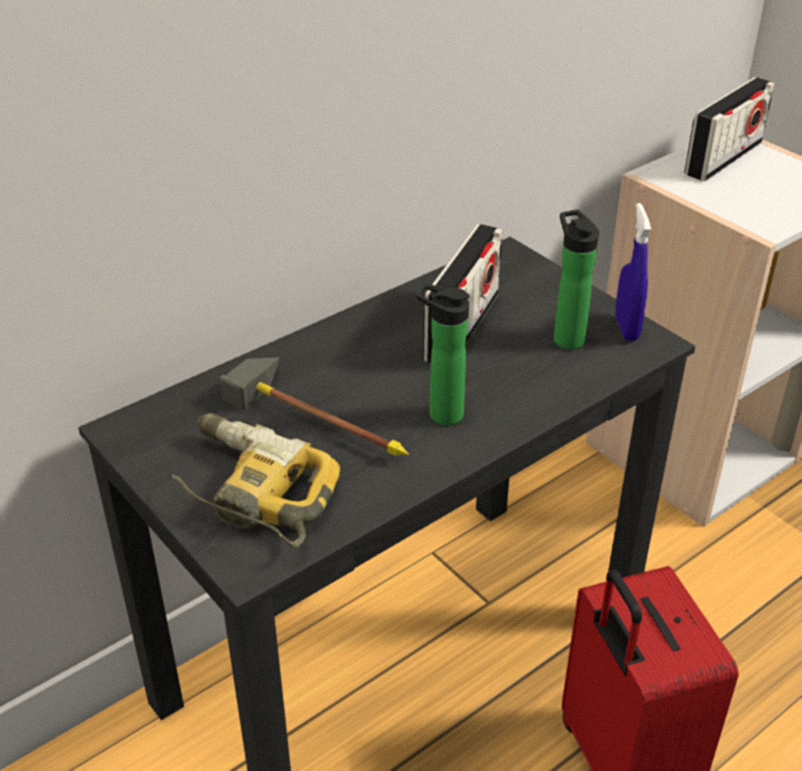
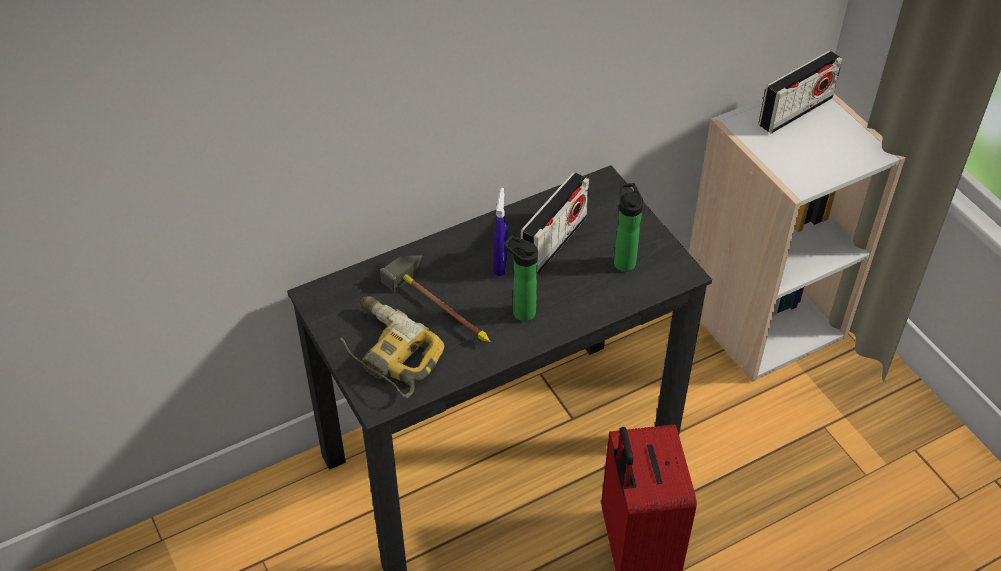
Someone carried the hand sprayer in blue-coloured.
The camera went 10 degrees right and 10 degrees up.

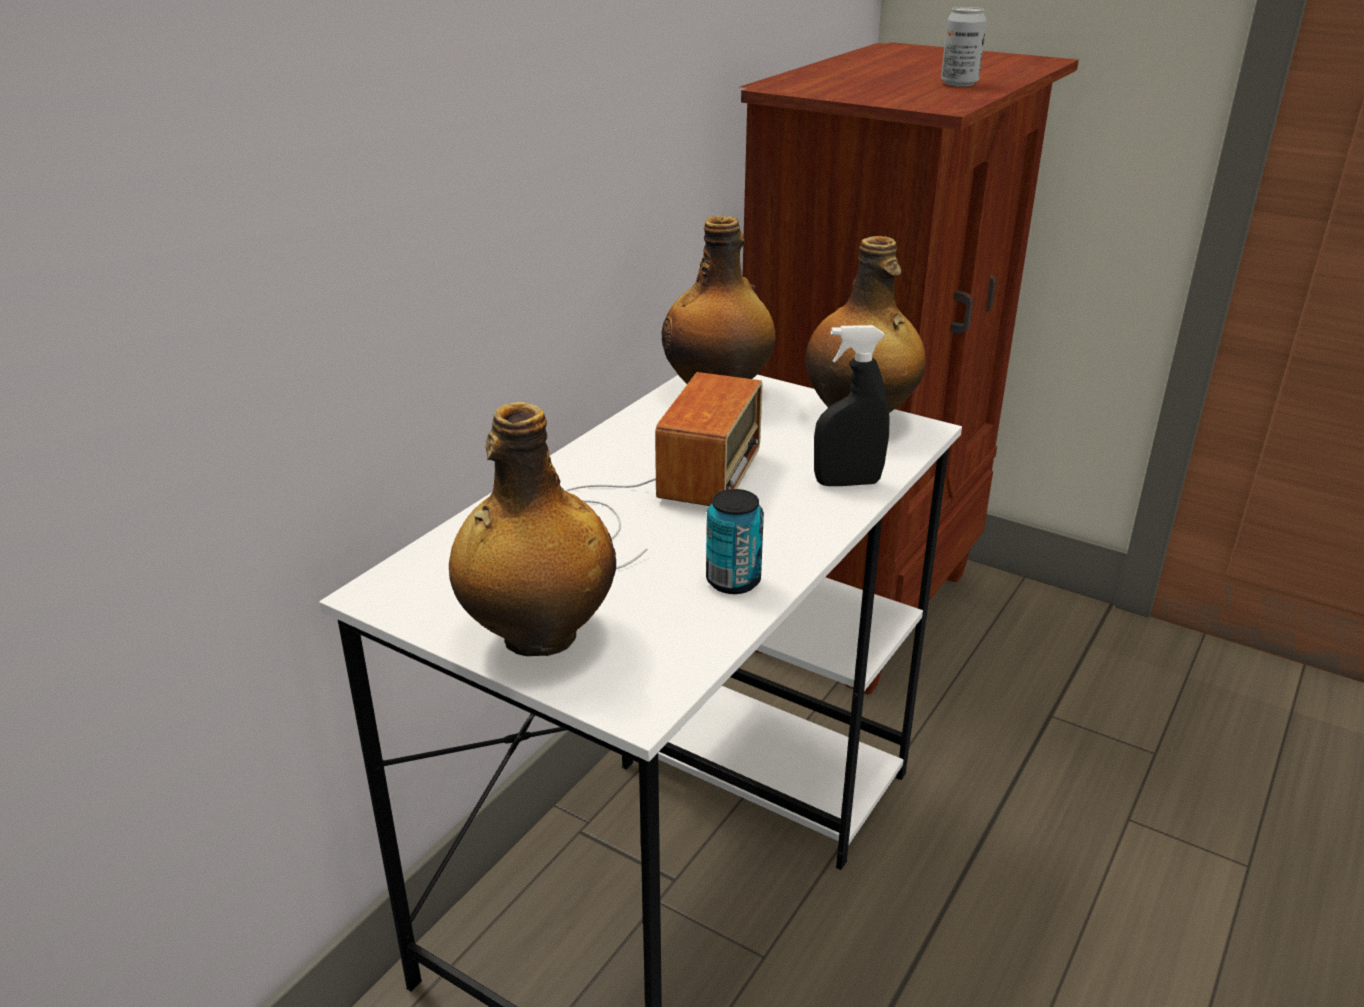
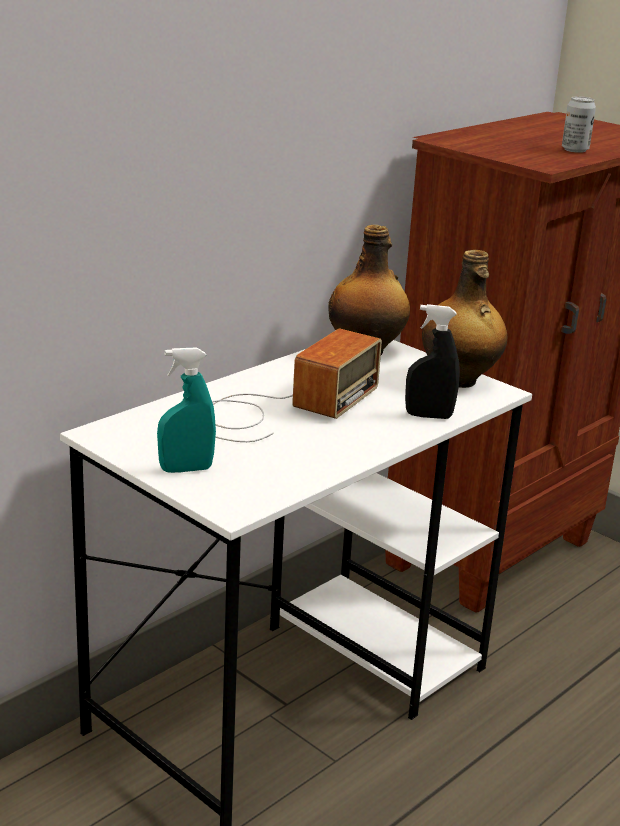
Someone swapped the beverage bottle (no. 1 from left) for the hand sprayer in blue-green.
Someone took away the sealed can (no. 1 from left).
The camera went 10 degrees right and 5 degrees down.

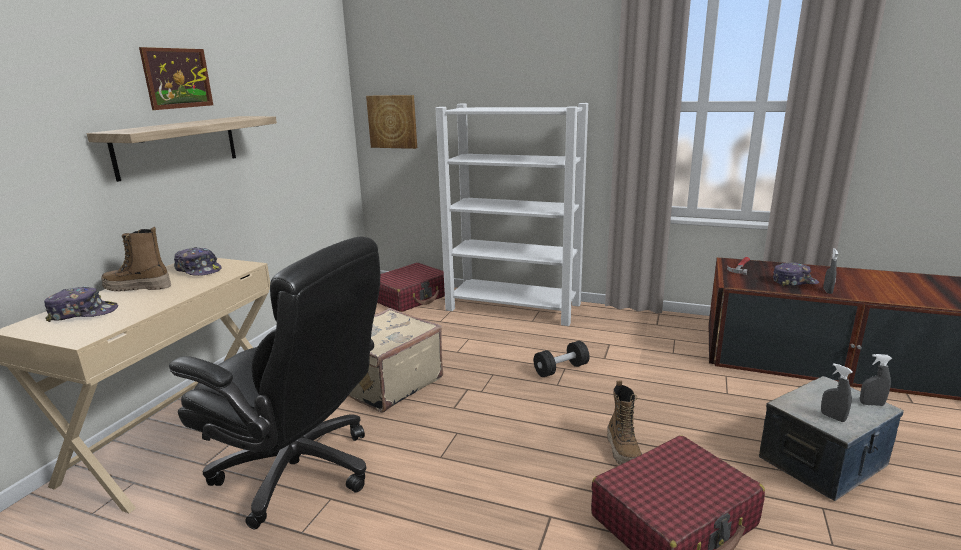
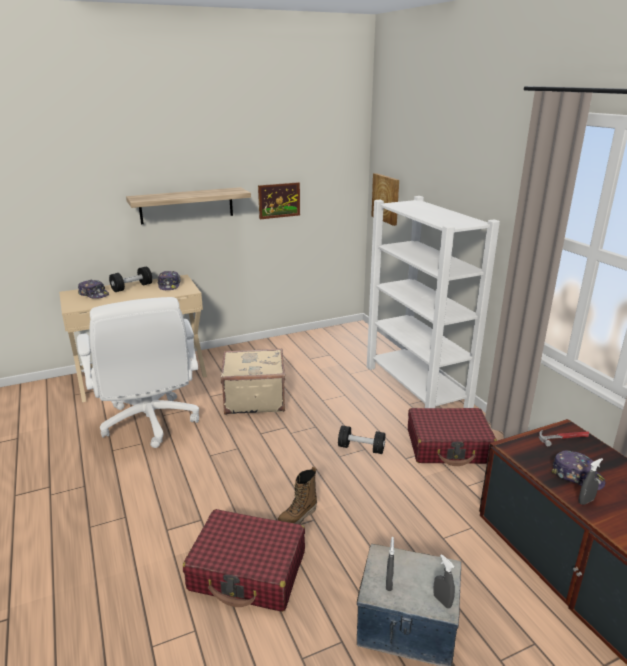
Someone carried the picture (no. 1 from left).
Someone swapped the tall boot (no. 1 from left) for the dumbbell in black-coloured (no. 1 from left).
Someone repainted the desk chair in black-coloured, which became the desk chair in white-coloured.
Someone carried the piece of luggage in reddish (no. 1 from left in the first image).
The camera went 45 degrees right and 5 degrees up.

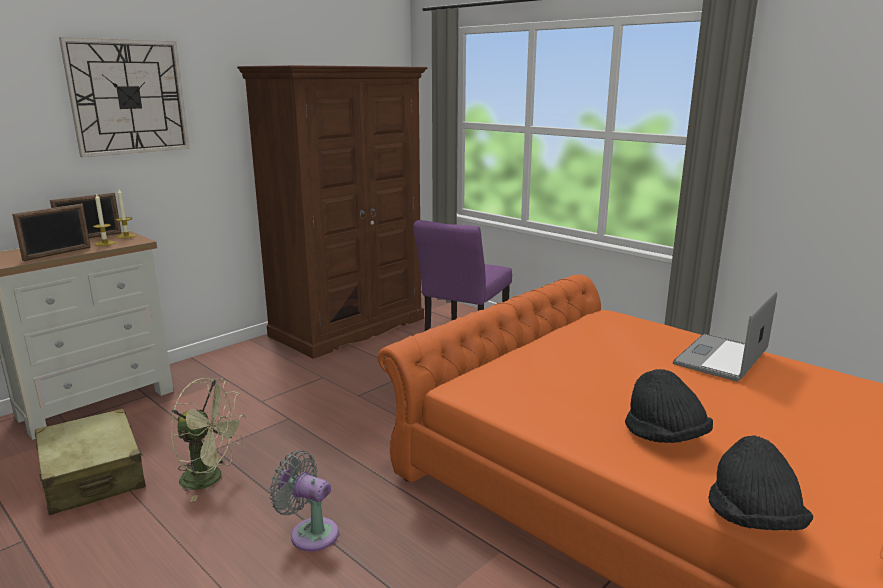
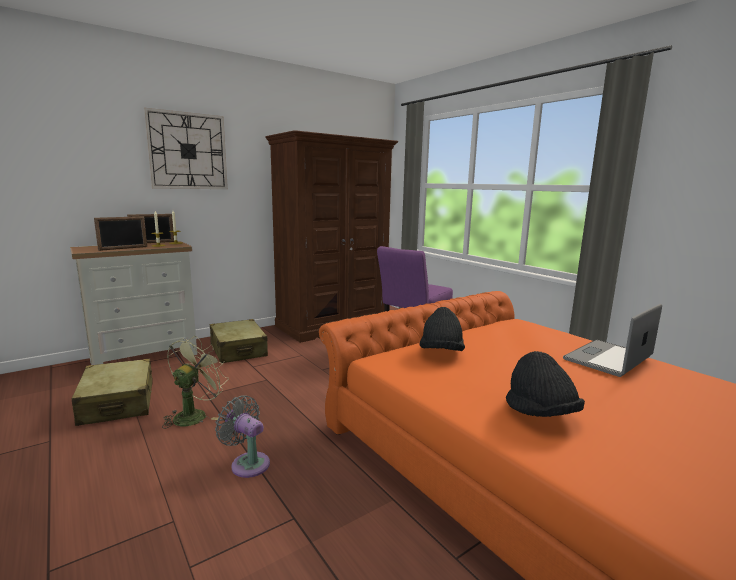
Someone rotated the fan in green-coloured by 90 degrees counterclockwise.
Someone carried the hat in black-coloured (no. 2 from left in the first image).
Someone put down the piece of luggage in beige (no. 2 from left).
The camera went 10 degrees right and 5 degrees down.

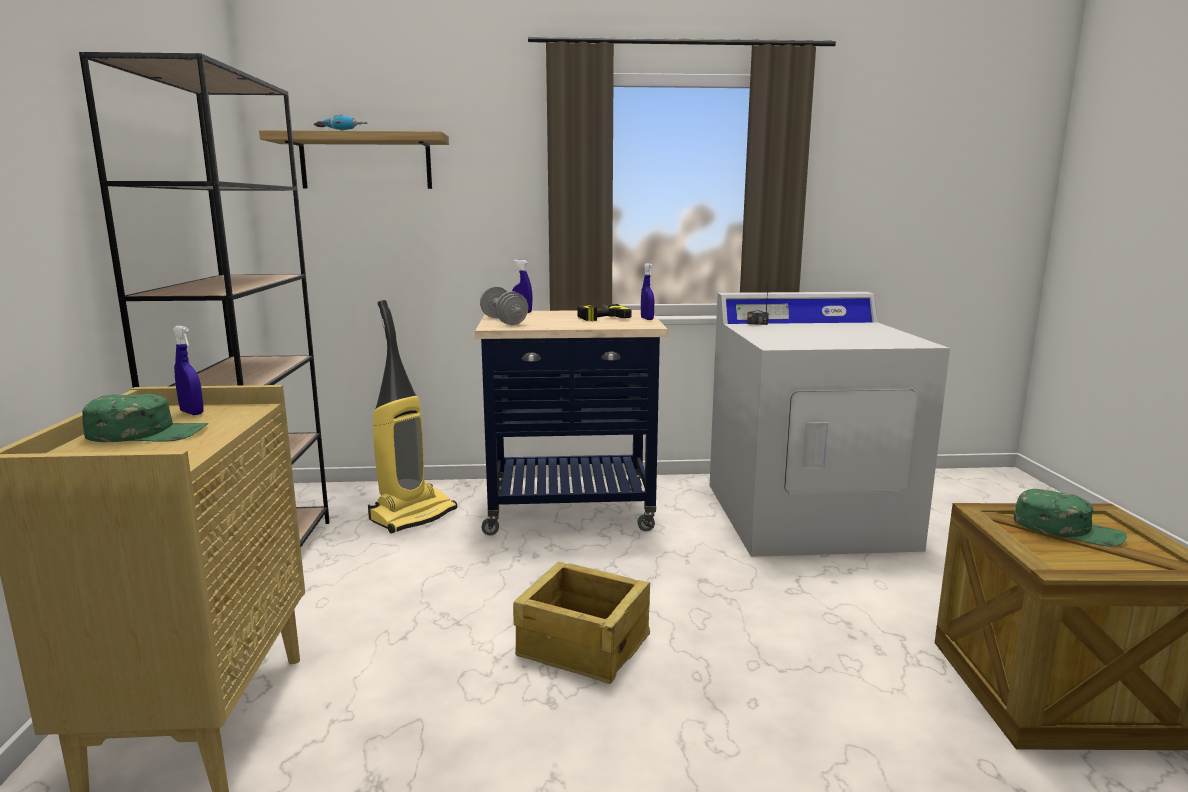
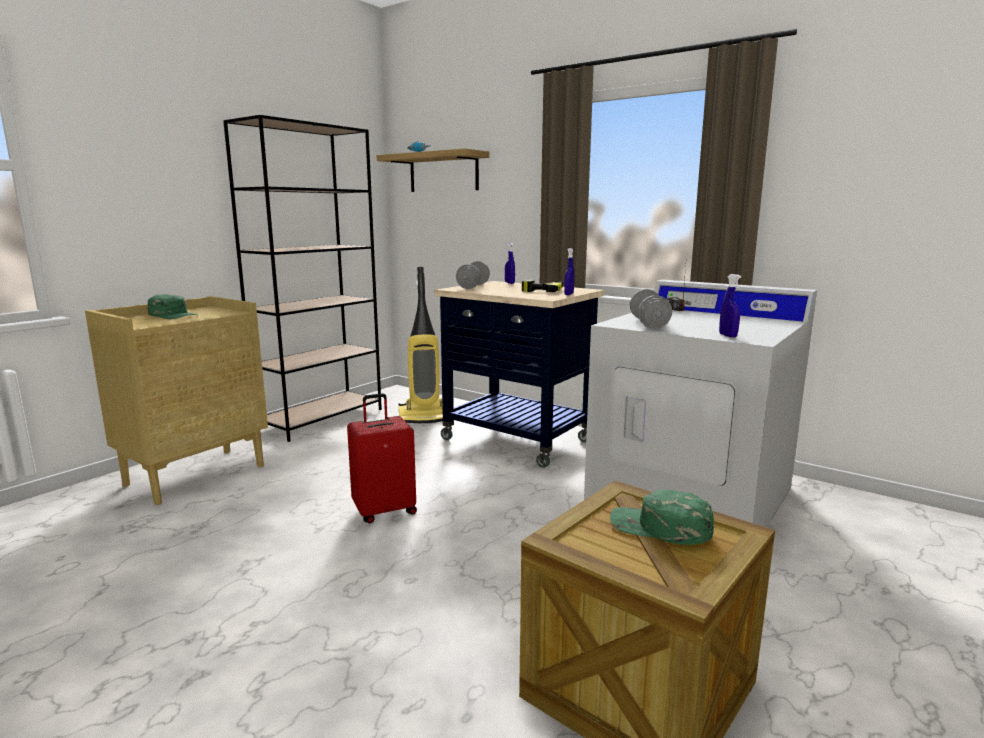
Someone carried the hand sprayer in blue-coloured (no. 1 from left in the first image).
Someone rotated the cap in green-coloured (no. 2 from left) by 135 degrees clockwise.
Someone swapped the packing crate (no. 1 from left) for the piece of luggage in reddish.
Someone put down the dumbbell in gray (no. 2 from left).
The camera went 40 degrees right and 0 degrees up.

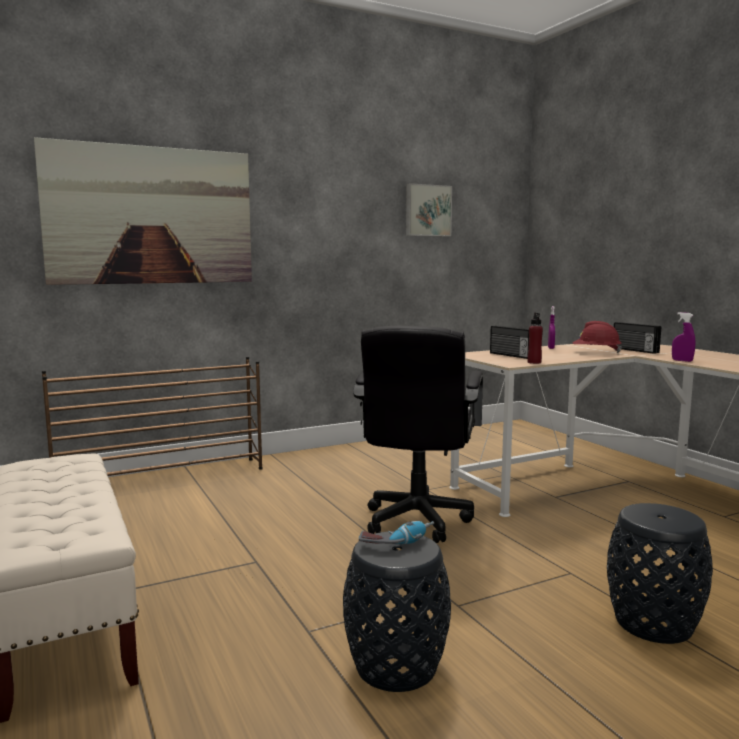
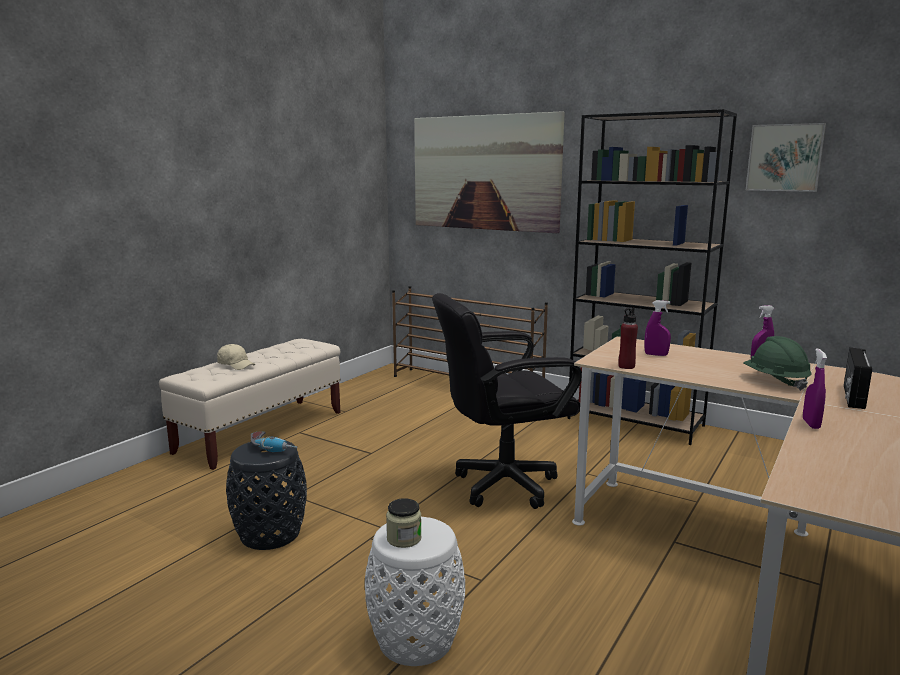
Someone repainted the hard hat in reddish, which became the hard hat in green-coloured.
Someone swapped the radio (no. 1 from left) for the hand sprayer in purplish (no. 1 from left).
Someone repainted the stool seat in black-coloured (no. 2 from left), which became the stool seat in white-coloured.
Someone put down the bookcase in beige.
Someone put down the cap in beige.
Someone put down the jar.
The camera went 60 degrees right and 5 degrees up.

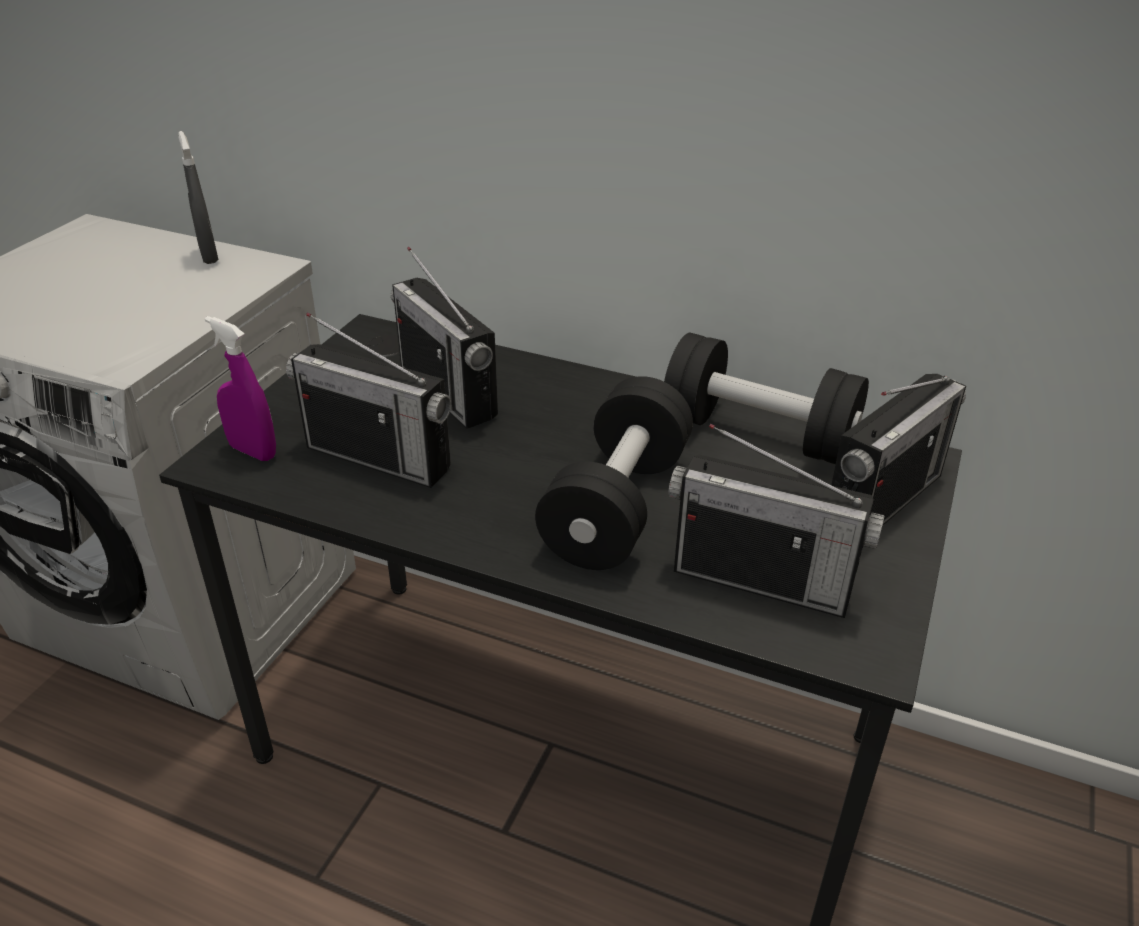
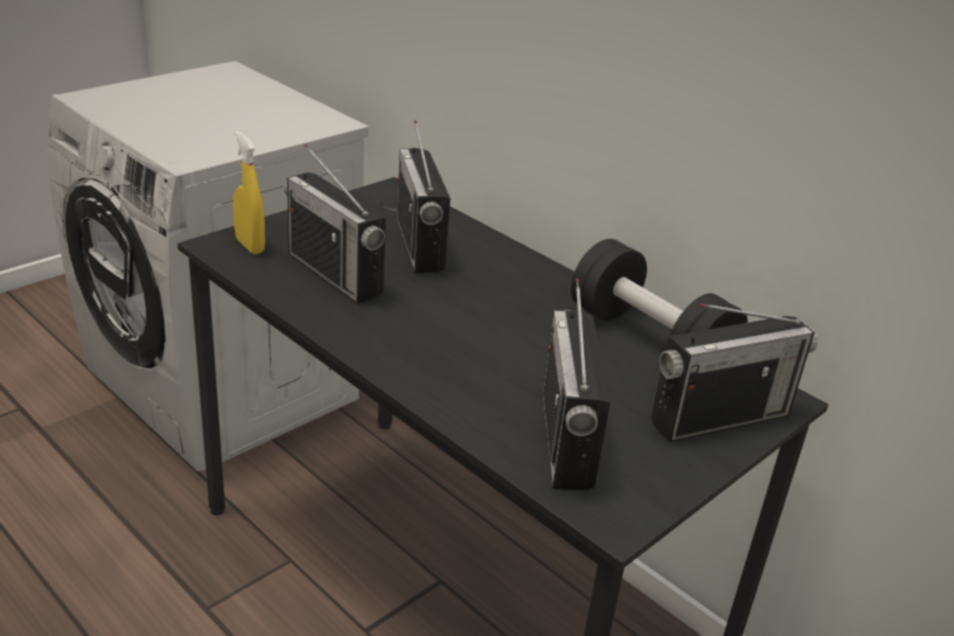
Someone took away the hand sprayer in gray.
Someone repainted the hand sprayer in purplish, which became the hand sprayer in yellow.
Someone took away the dumbbell in black-coloured (no. 1 from left).
Someone rotated the radio (no. 3 from left) by 45 degrees clockwise.
The camera went 20 degrees right and 5 degrees down.

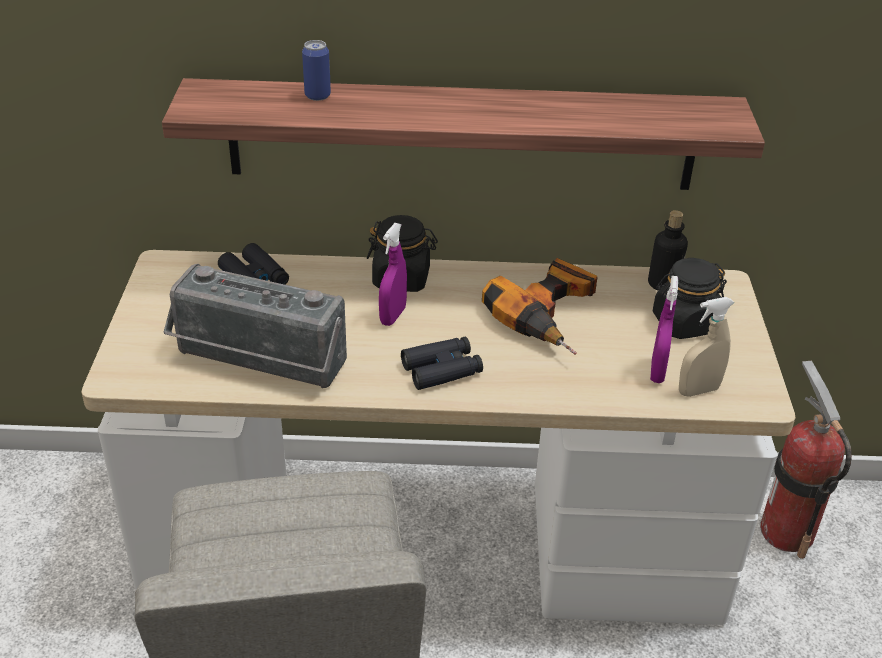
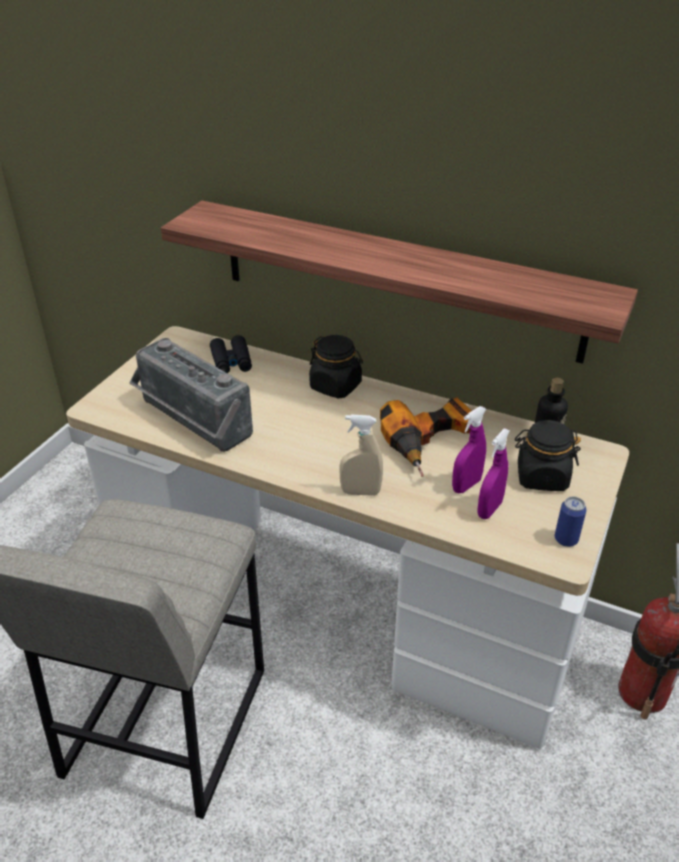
Someone carried the sealed can.
Someone carried the hand sprayer in purplish (no. 1 from left).
Someone carried the hand sprayer in beige.
Someone took away the pair of binoculars in black-coloured (no. 2 from left).
The camera went 25 degrees right and 0 degrees up.

